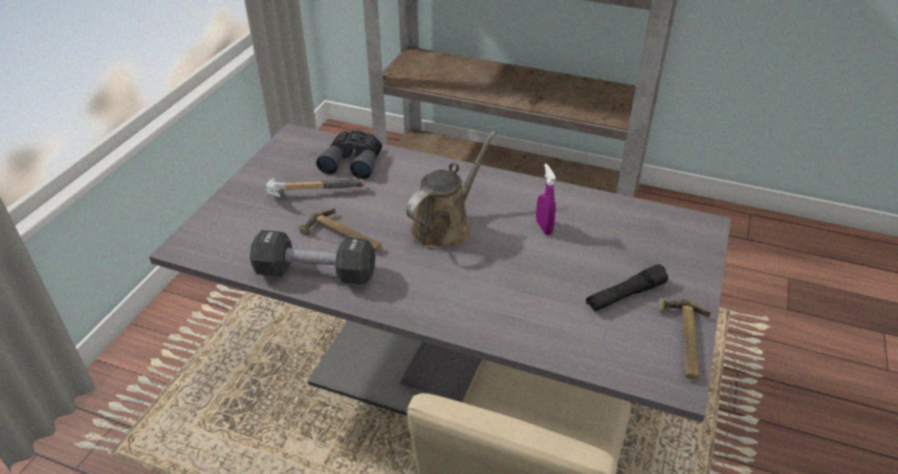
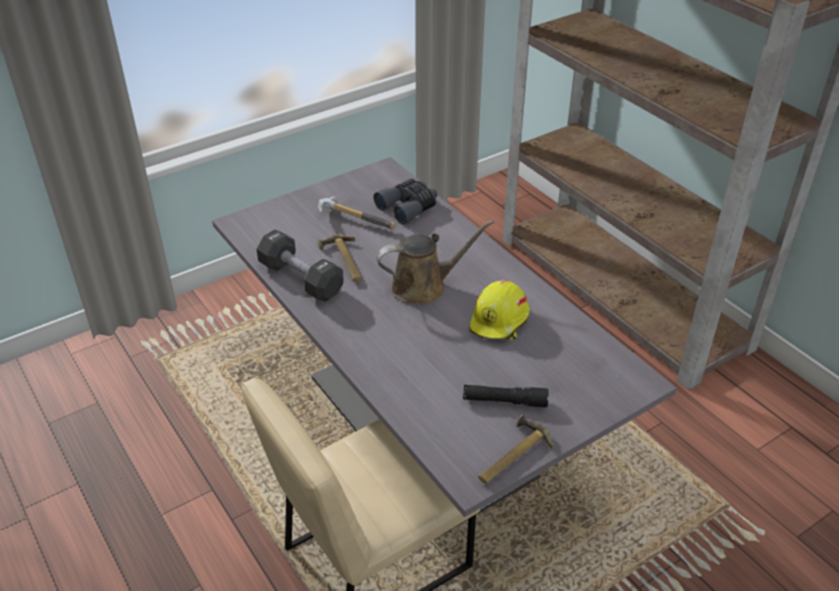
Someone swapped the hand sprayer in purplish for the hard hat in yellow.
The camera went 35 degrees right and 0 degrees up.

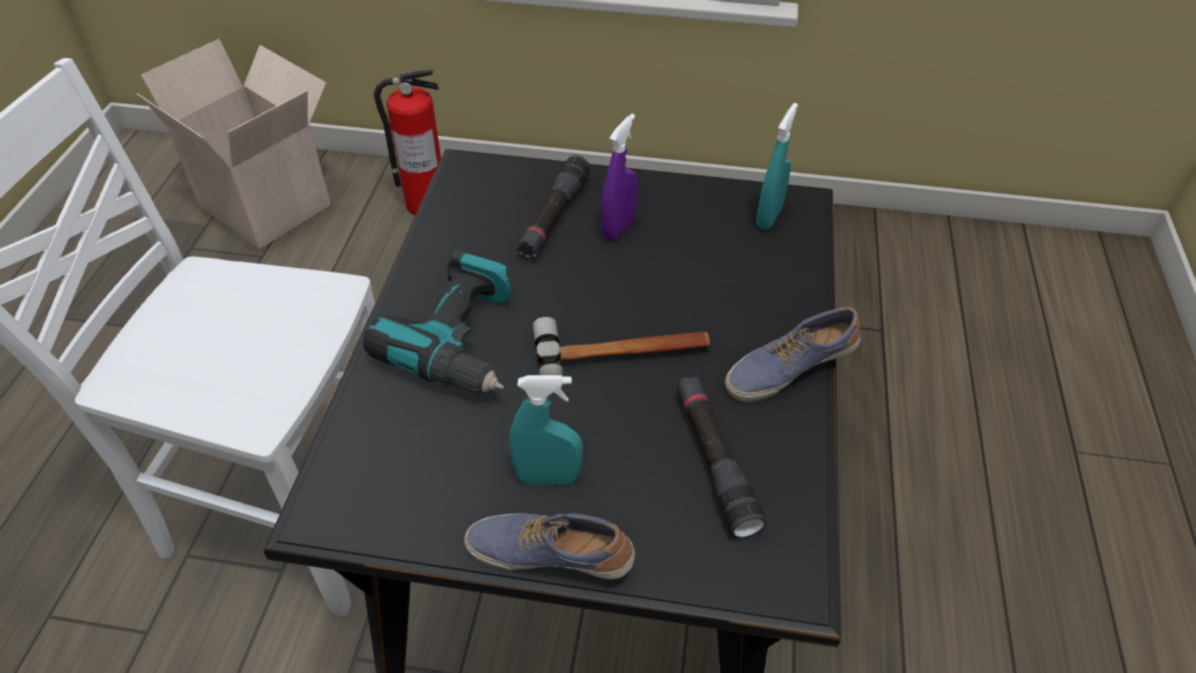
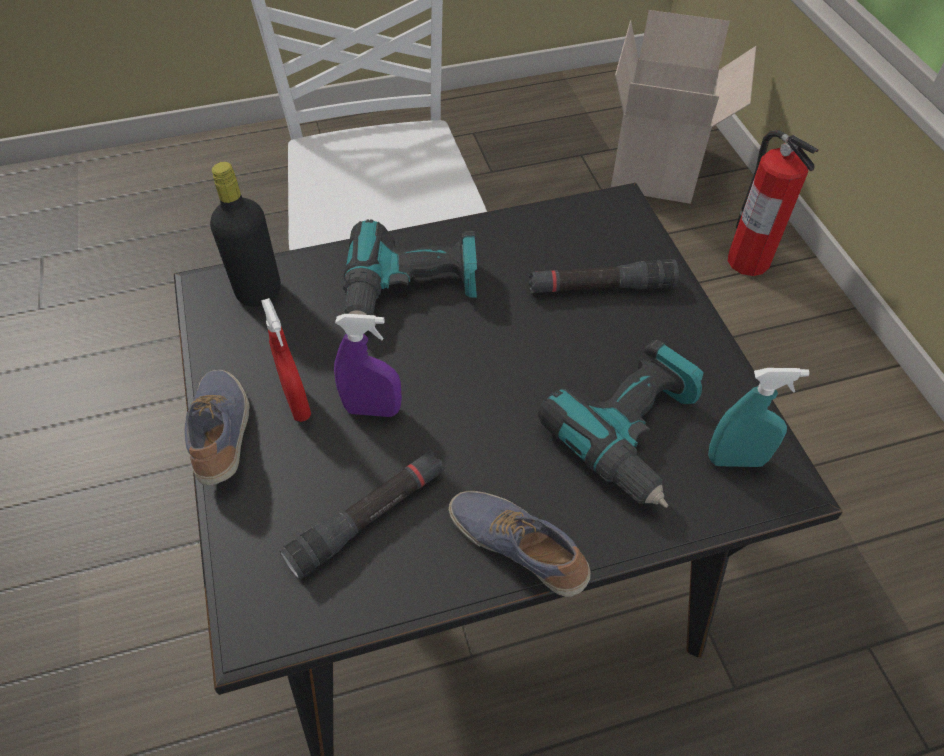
Someone carried the hand sprayer in purplish.
Someone took away the tool hammer.
Someone repainted the hand sprayer in blue-green (no. 1 from left), which became the hand sprayer in reddish.
Someone put down the beverage bottle in black-coloured.
Someone put down the drill (no. 2 from left).
The camera went 65 degrees right and 5 degrees up.

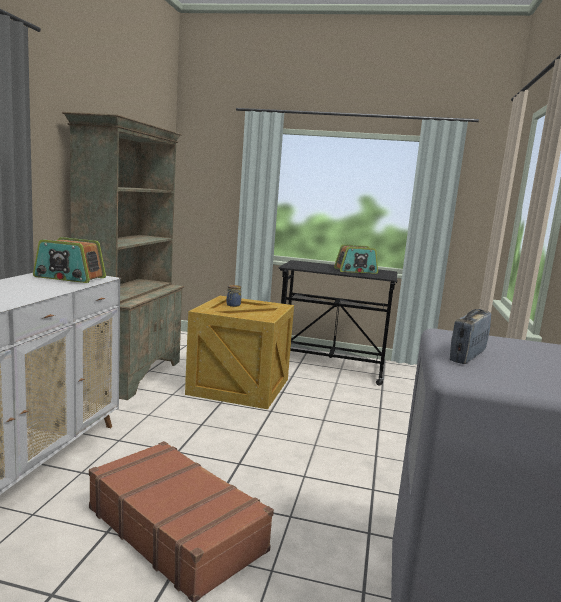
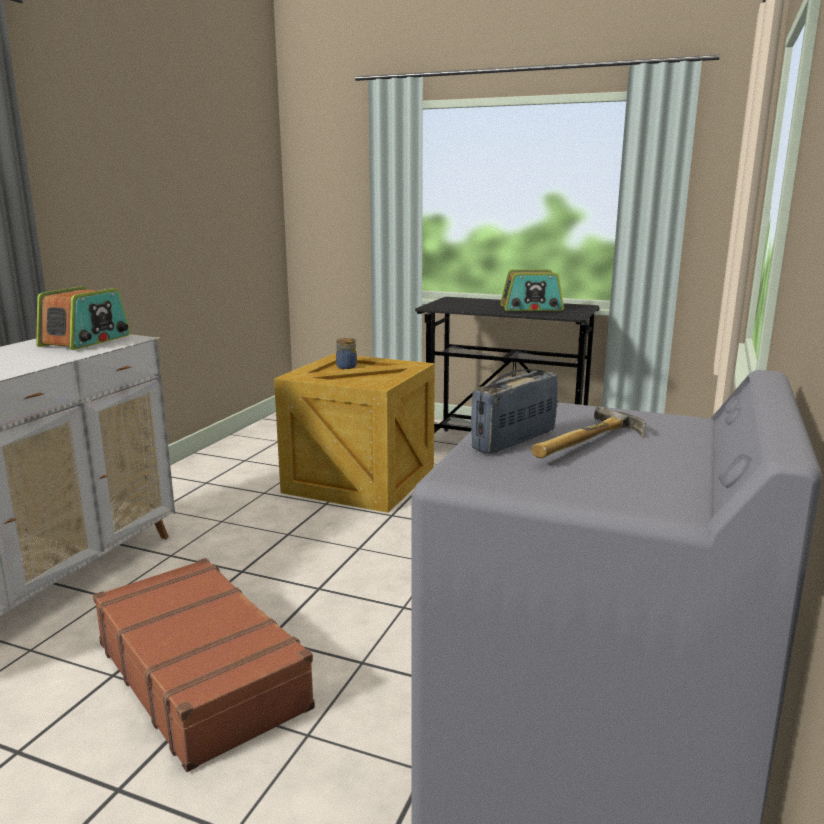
Someone took away the bookcase in green-coloured.
Someone rotated the radio (no. 1 from left) by 90 degrees counterclockwise.
Someone put down the tool hammer.
The camera went 10 degrees right and 5 degrees up.

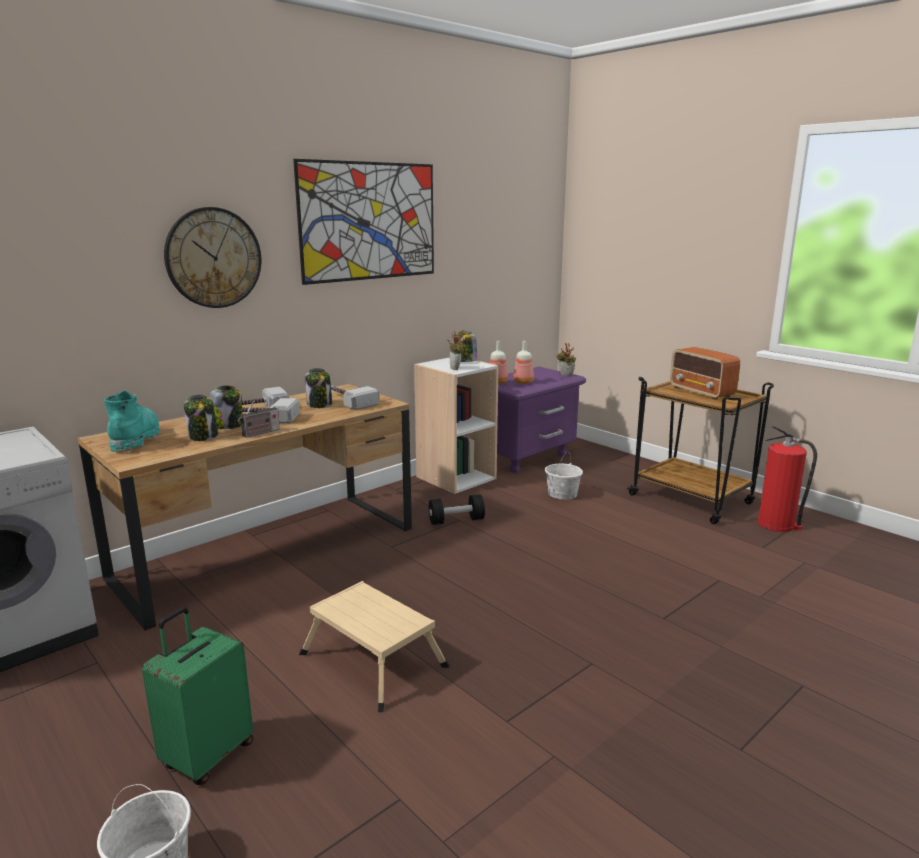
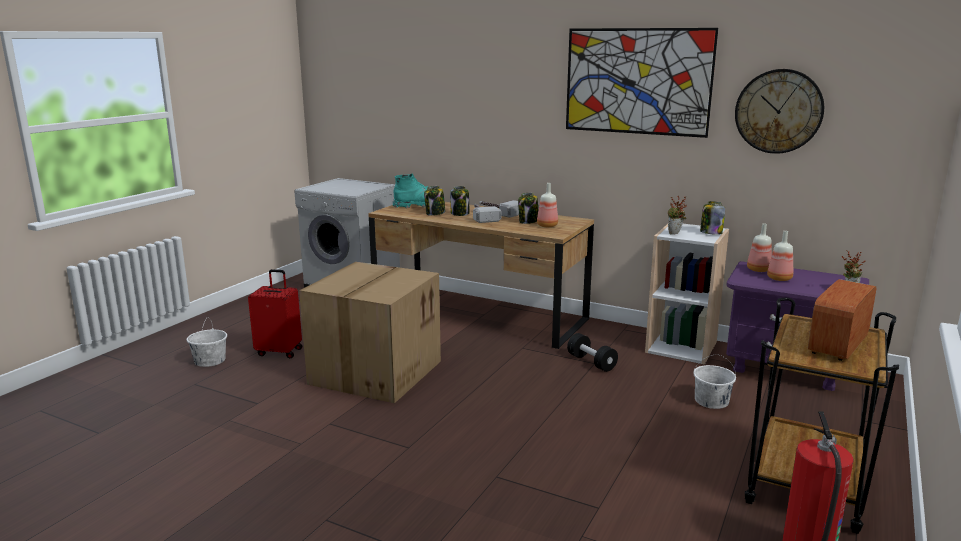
Someone carried the hanging clock.
Someone swapped the tool hammer (no. 3 from left) for the beverage bottle (no. 1 from left).
Someone took away the radio (no. 1 from left).
Someone swapped the stepladder in beige for the cardboard box.
Someone repainted the piece of luggage in green-coloured, which became the piece of luggage in reddish.
The camera went 70 degrees right and 0 degrees up.

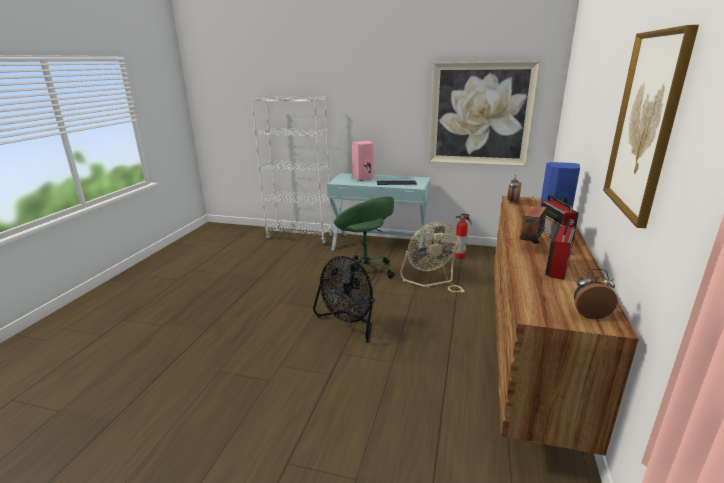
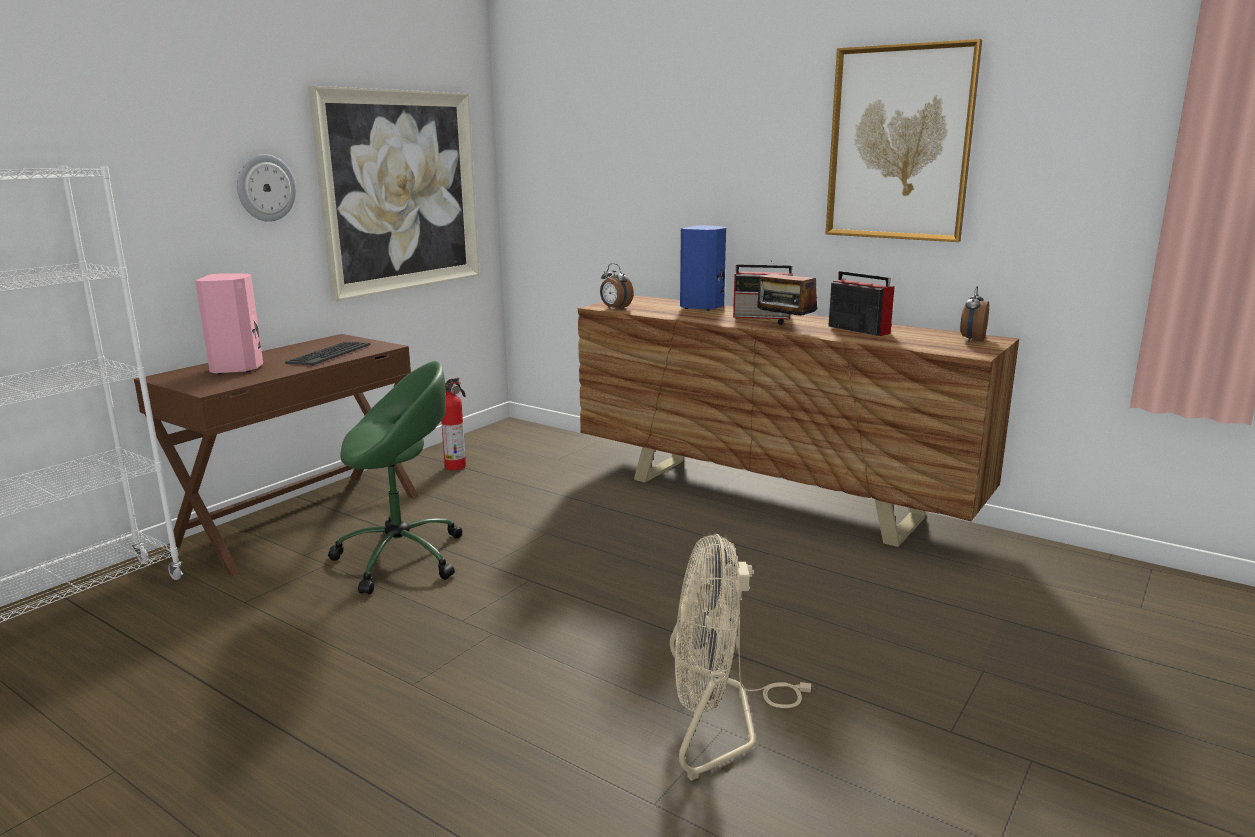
Someone repainted the desk unit in blue-green, which became the desk unit in brownish.
Someone carried the fan in beige.
Someone took away the fan in black-coloured.
Someone put up the hanging clock.
The camera went 70 degrees left and 5 degrees down.

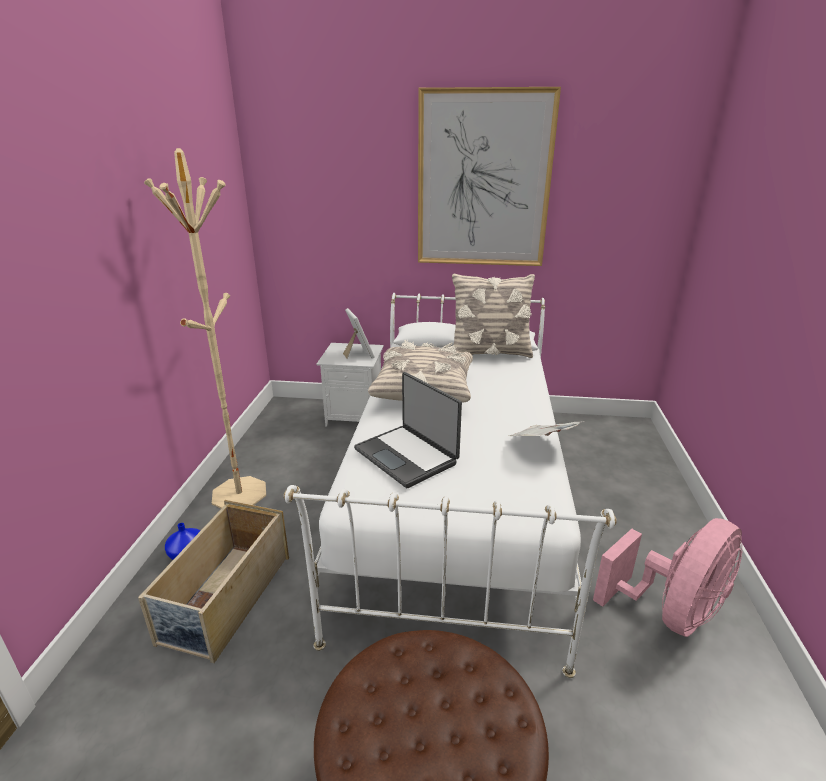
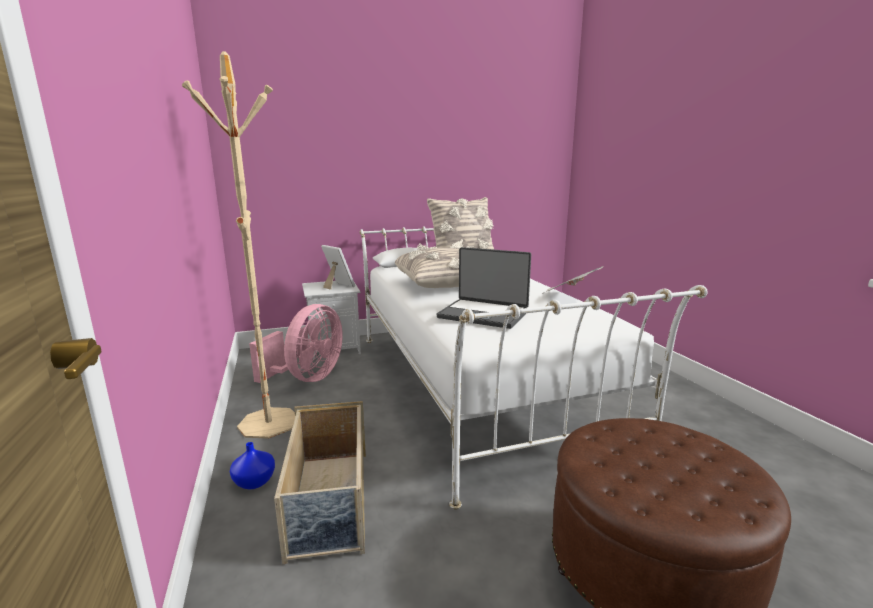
Someone took away the picture.
Someone carried the fan in pinkish.
The camera went 25 degrees left and 10 degrees down.

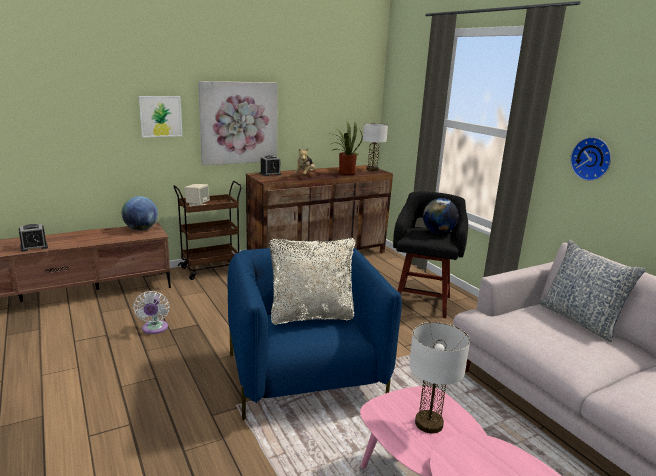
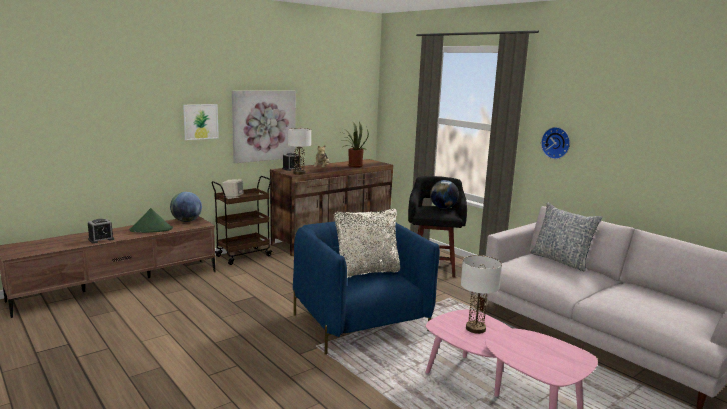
Someone carried the table lamp (no. 1 from left).
Someone took away the fan in white-coloured.
Someone put down the hat in green-coloured.
The camera went 10 degrees left and 5 degrees down.

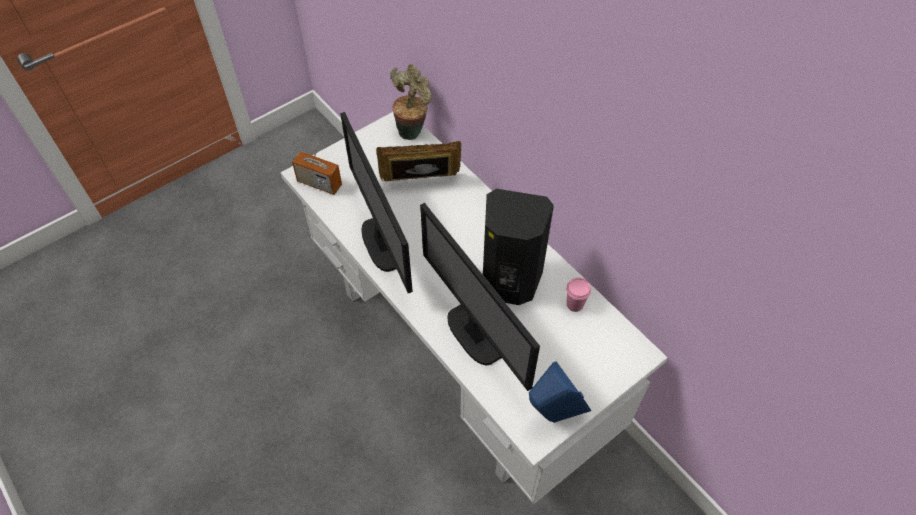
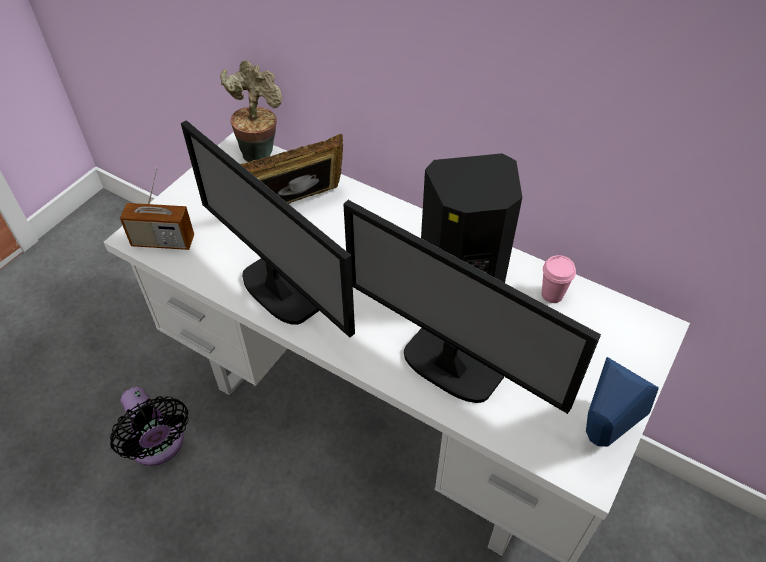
Someone put down the fan in black-coloured.
The camera went 20 degrees left and 5 degrees down.

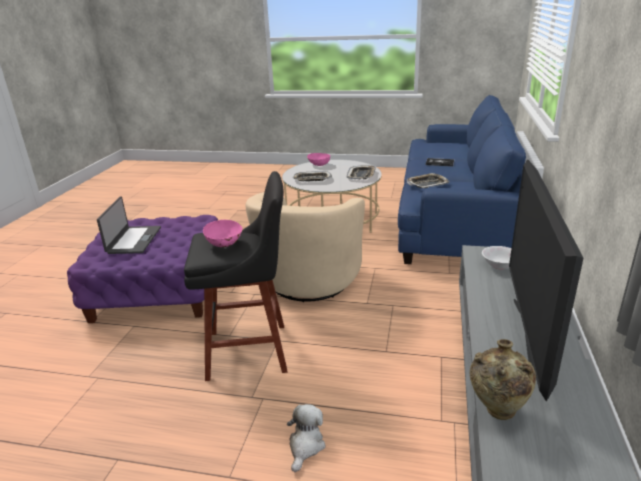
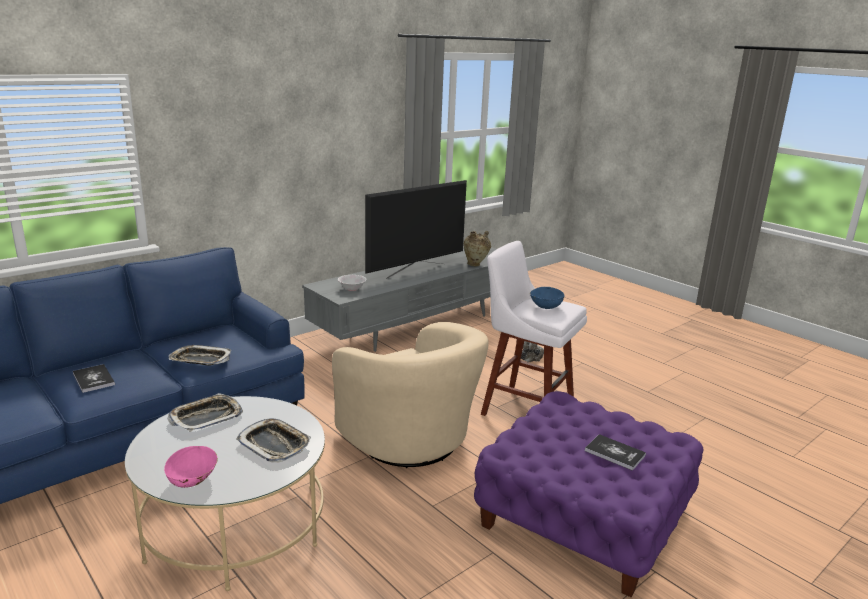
Someone repainted the stool seat in black-coloured, which became the stool seat in white-coloured.
Someone rotated the lounge chair in beige by 90 degrees clockwise.
Someone swapped the notebook computer for the bound book (no. 2 from left).
Someone repainted the deep dish in pinkish (no. 1 from left), which became the deep dish in blue-coloured.
The camera went 145 degrees left and 5 degrees down.

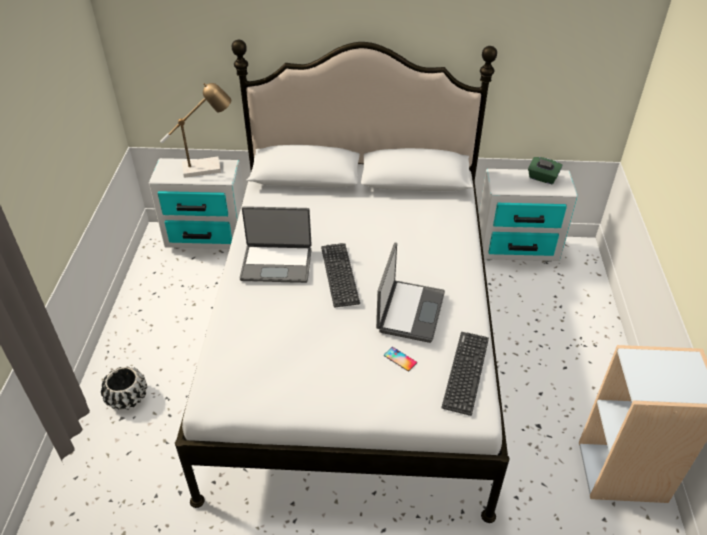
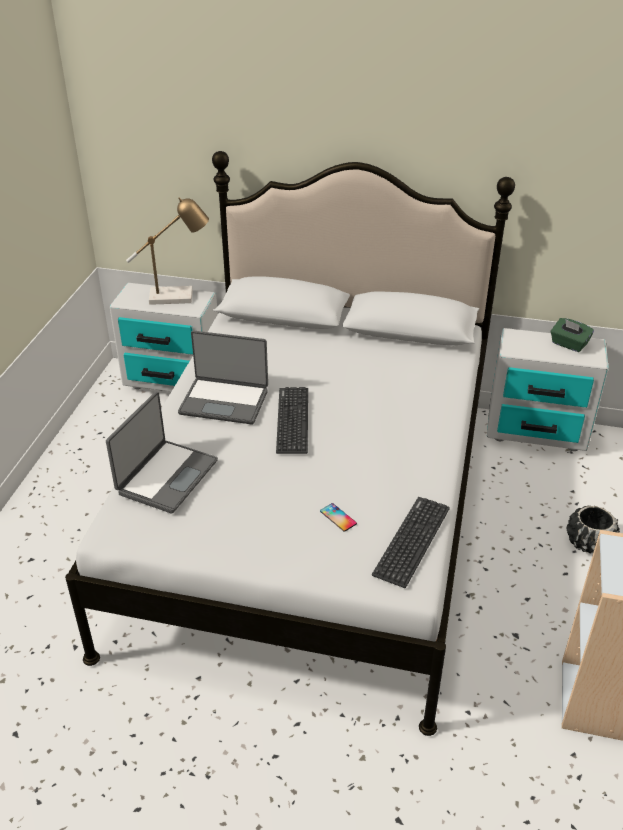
Someone carried the notebook computer (no. 2 from left in the first image).
Someone carried the plant pot in black-coloured.
The camera went 10 degrees right and 5 degrees down.

